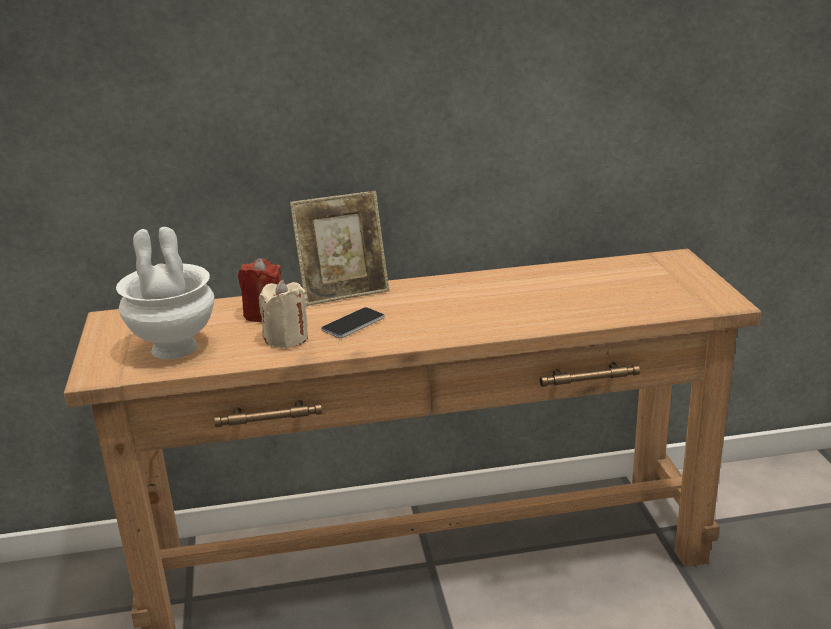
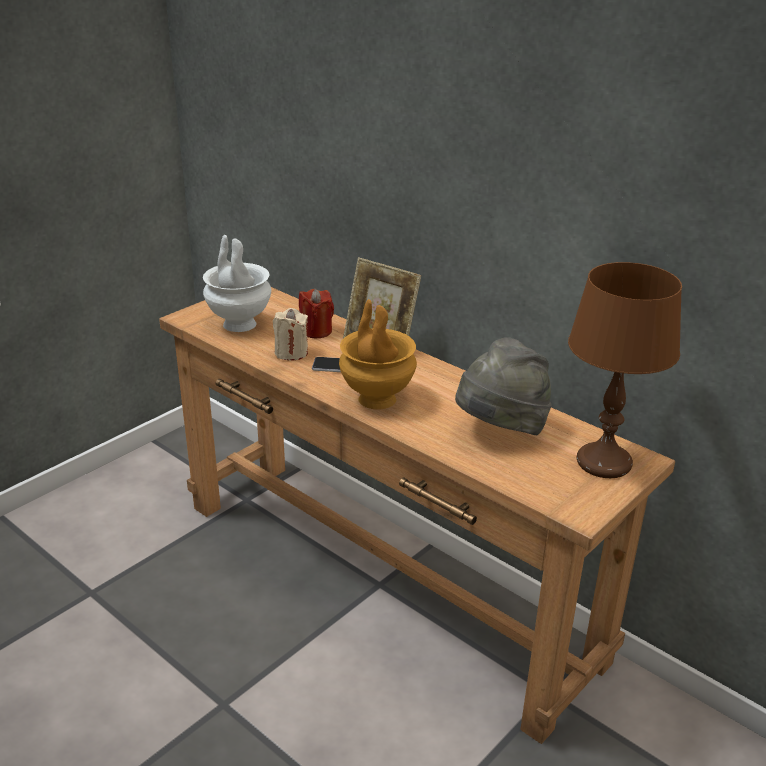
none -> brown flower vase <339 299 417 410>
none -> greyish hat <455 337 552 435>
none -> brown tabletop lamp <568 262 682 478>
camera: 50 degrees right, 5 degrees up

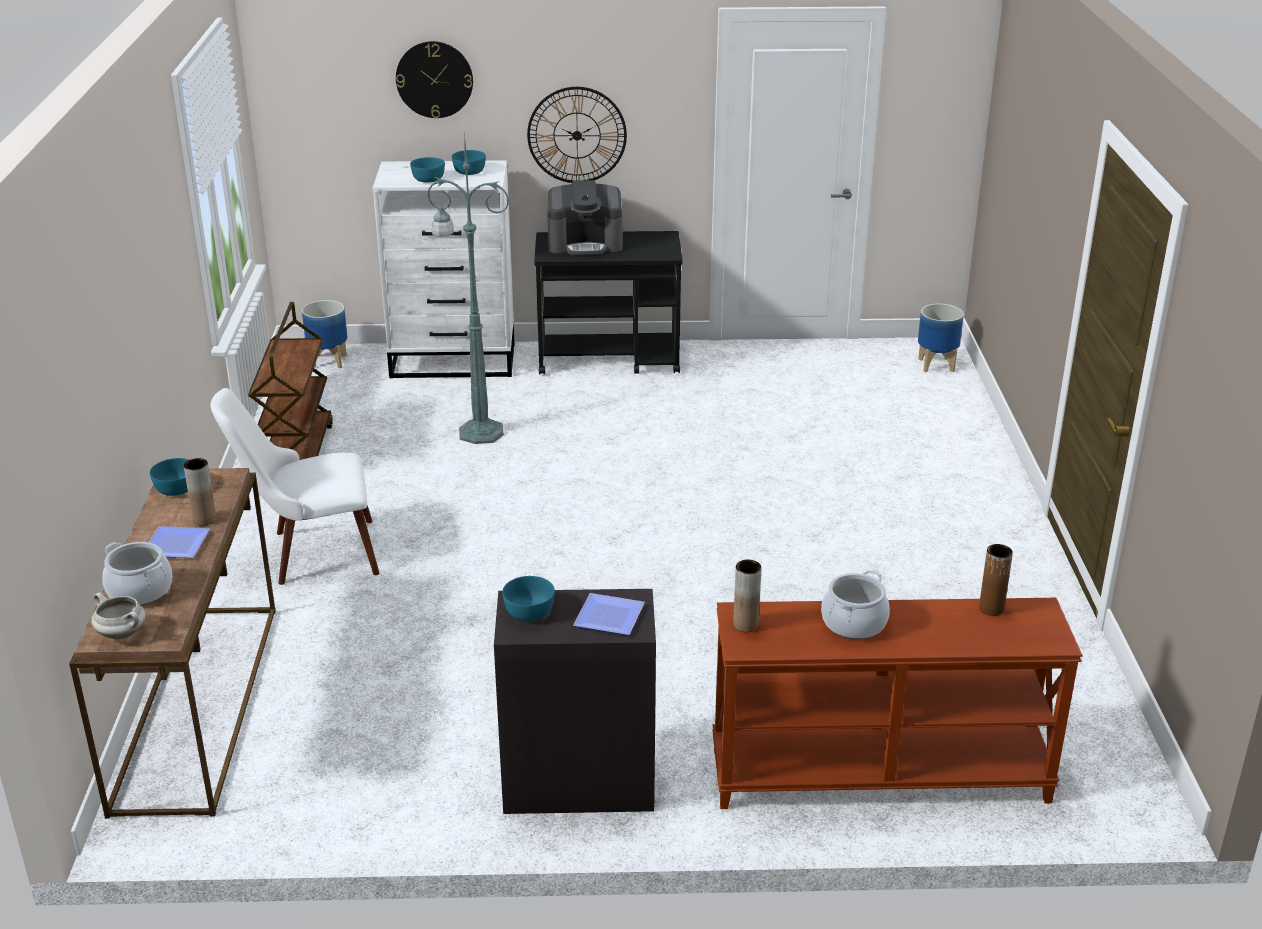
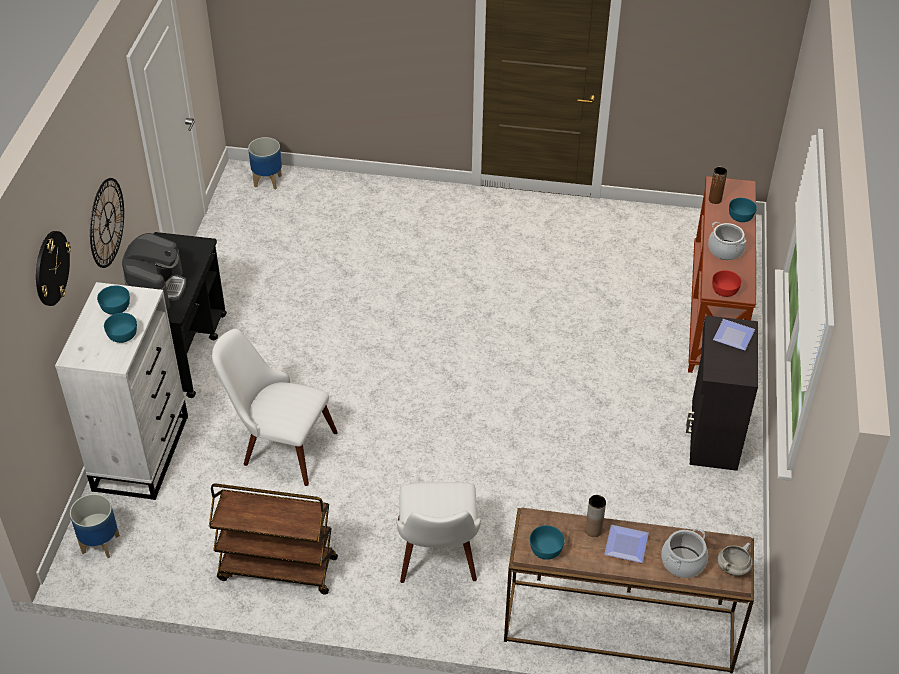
green-coloured floor lamp <427 133 509 444> -> white-coloured upright chair <212 329 338 486>
turquoise-coloured bowl <502 576 555 621> -> turquoise-coloured bowl <729 198 757 222>, relocated
brown flower vase <733 560 762 632> -> red-coloured bowl <712 270 742 297>
camera: 80 degrees left, 15 degrees up

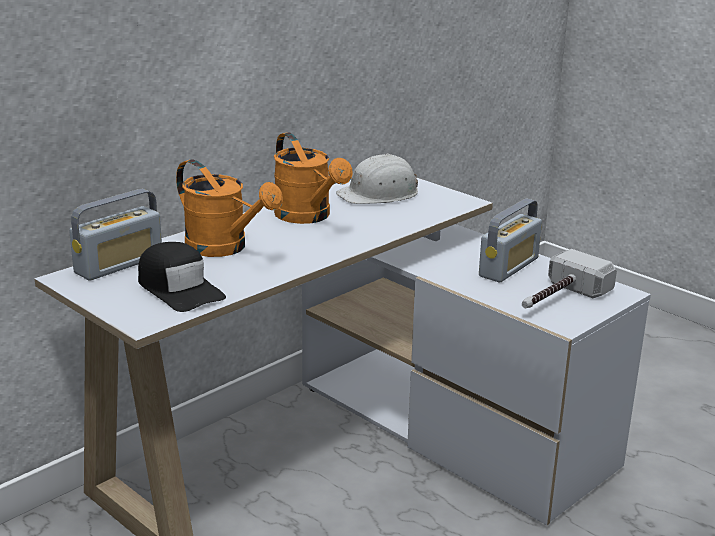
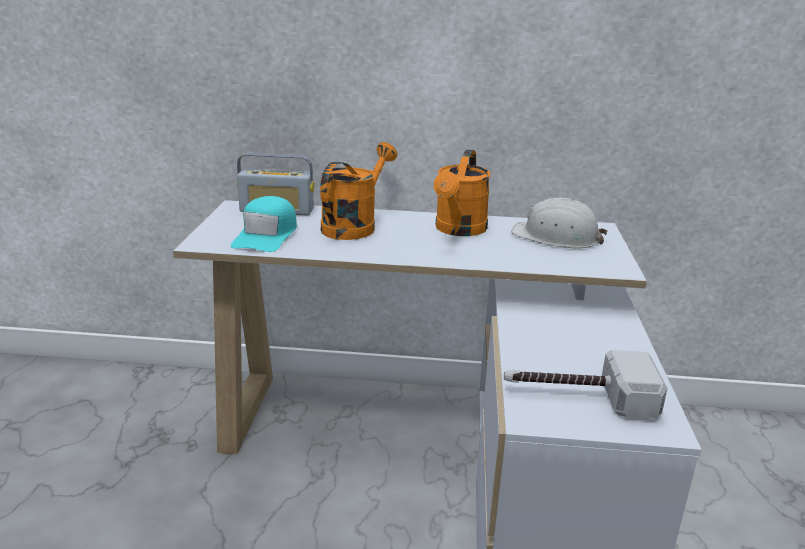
black-coloured cap <138 242 226 312> -> turquoise-coloured cap <231 196 297 252>
orange-coloured sprinkling can <176 160 283 257> -> orange-coloured sprinkling can <320 142 397 240>, 150 degrees counterclockwise
radio receiver <479 198 542 282> -> none
camera: 50 degrees right, 0 degrees up

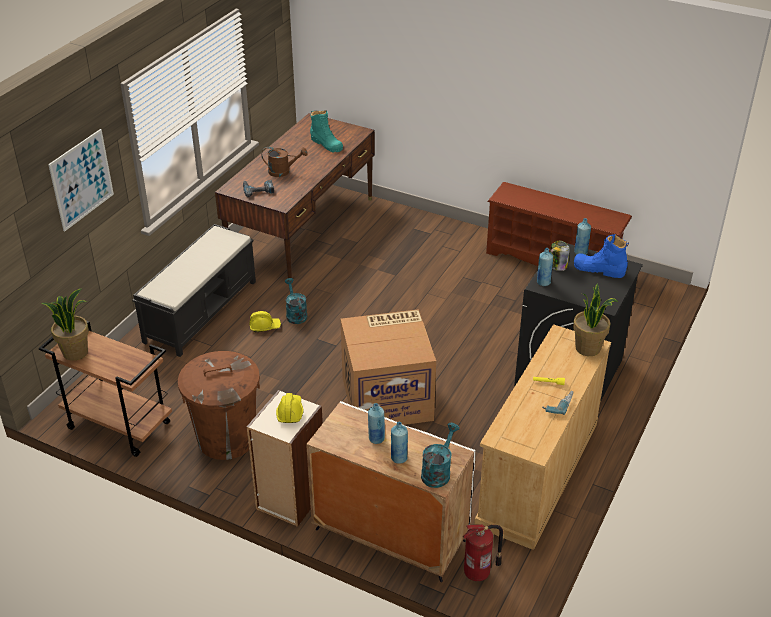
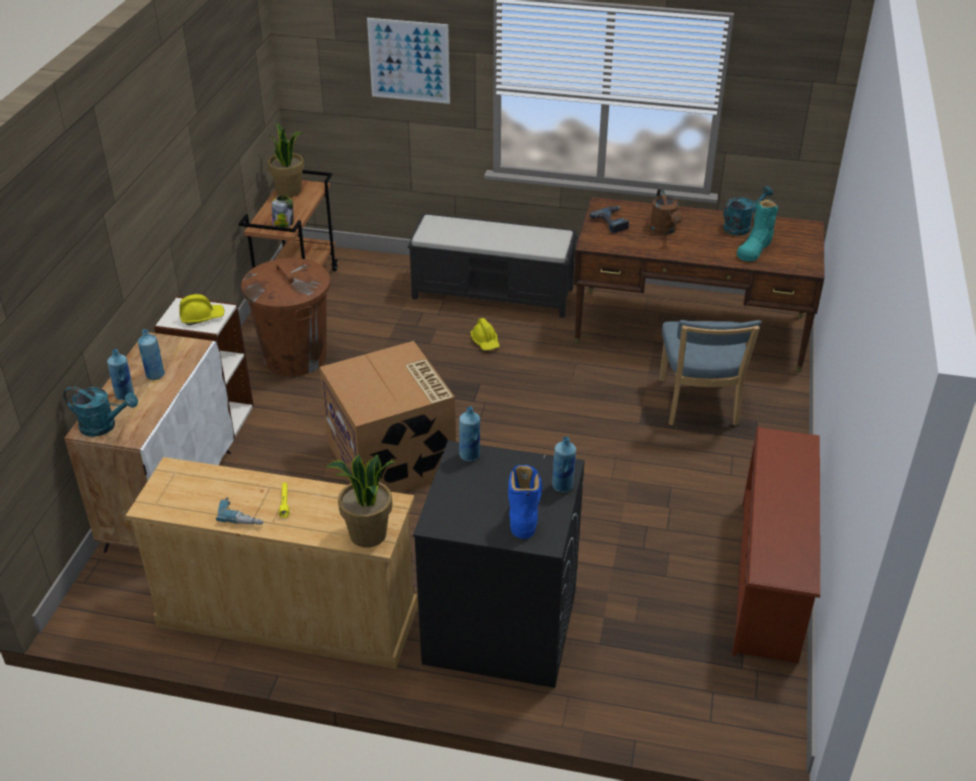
turquoise-coloured sprinkling can <285 278 307 324> -> turquoise-coloured sprinkling can <723 186 773 235>, relocated
extinguisher <463 525 503 581> -> none
jar <550 241 570 271> -> jar <272 195 294 228>, relocated
none -> blue-coloured upright chair <660 320 761 426>
camera: 75 degrees right, 0 degrees up

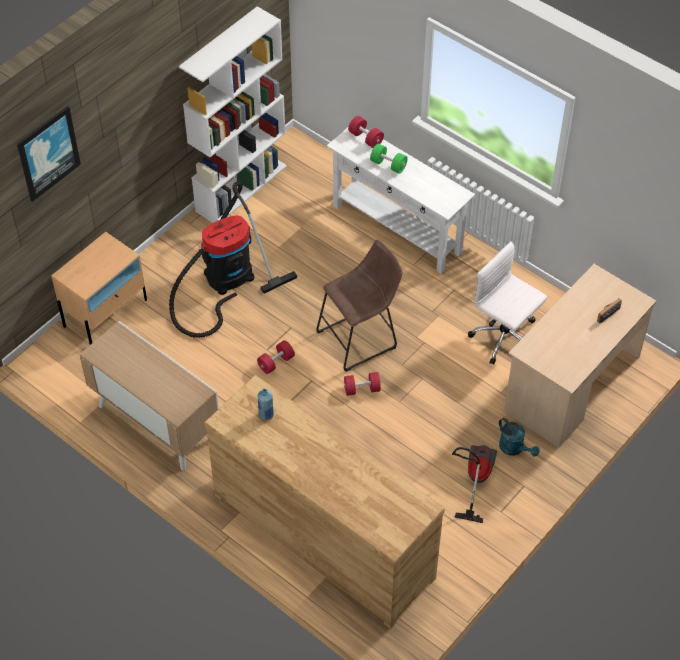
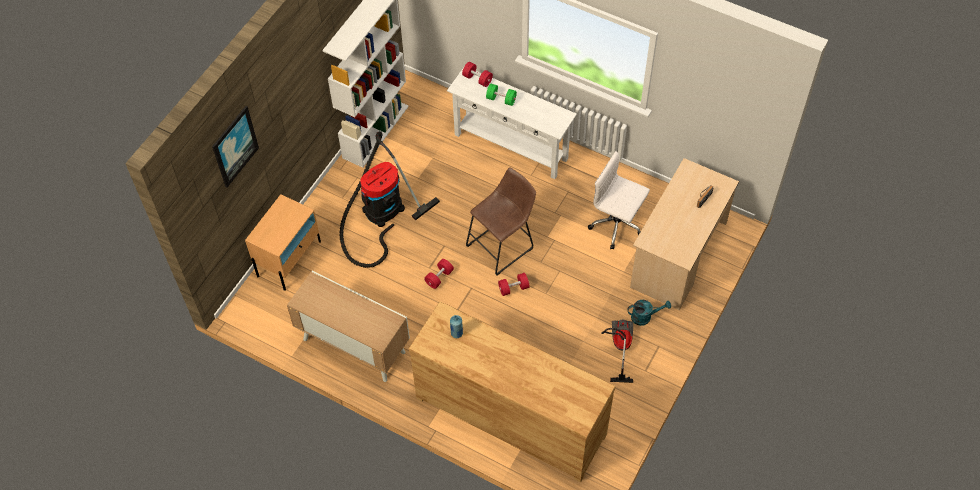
turquoise-coloured sprinkling can <499 418 539 457> -> turquoise-coloured sprinkling can <627 300 671 326>, 45 degrees counterclockwise
camera: 10 degrees left, 5 degrees up

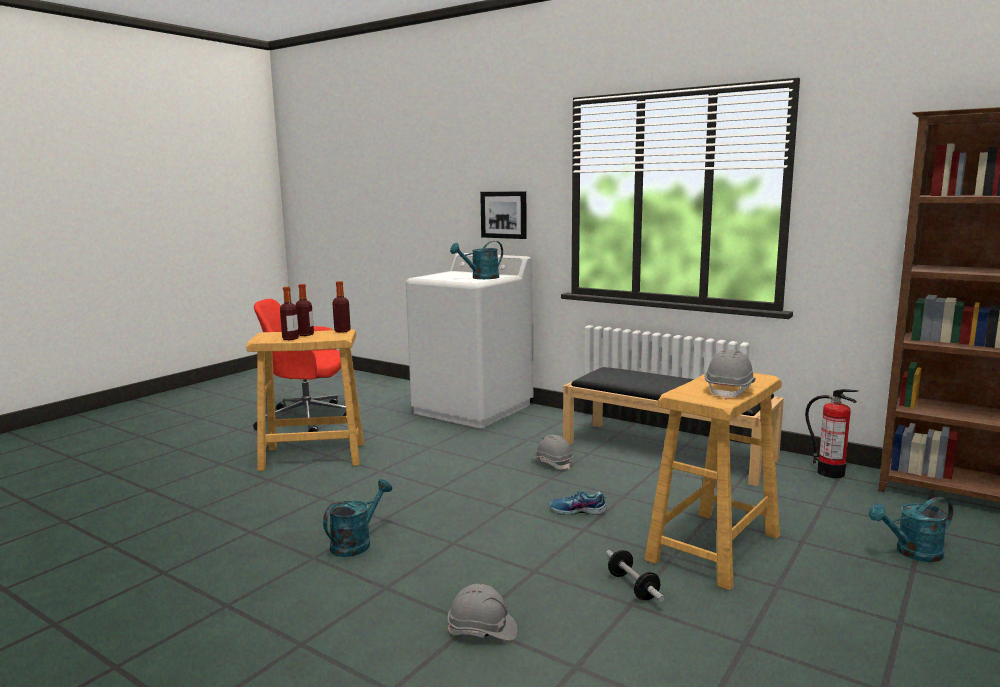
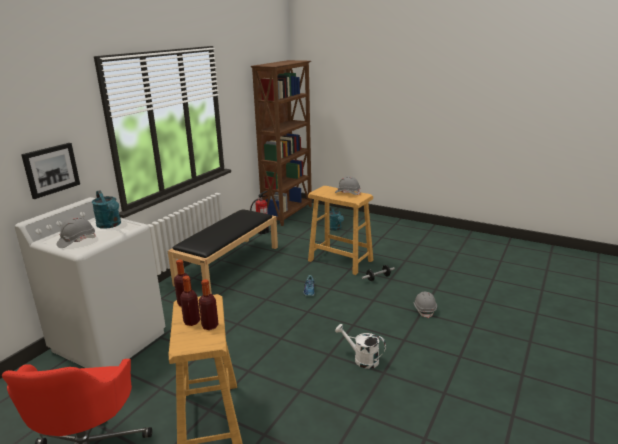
turquoise-coloured sprinkling can <323 479 392 557> -> white-coloured sprinkling can <335 324 386 369>
greyish safety helmet <533 435 573 470> -> greyish safety helmet <57 217 96 248>, relocated
camera: 95 degrees left, 10 degrees up

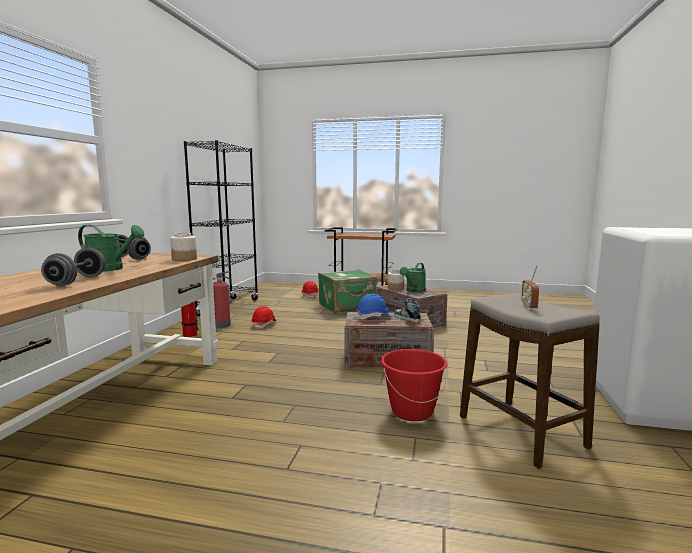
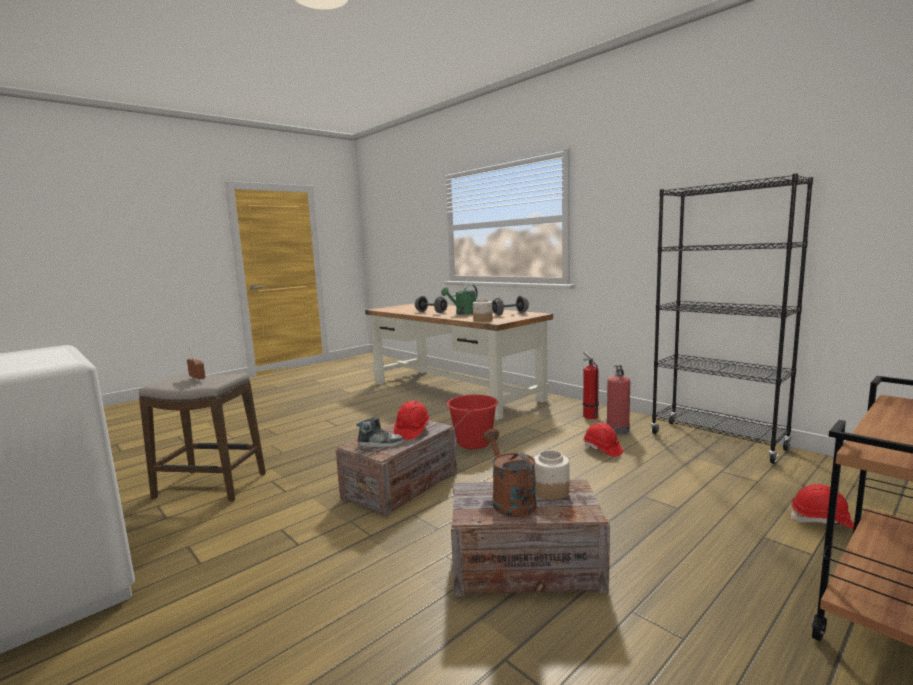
green-coloured piece of luggage <318 269 377 313> -> none
blue-coloured safety helmet <357 293 392 320> -> red-coloured safety helmet <394 401 430 439>
red-coloured pail <381 349 447 421> -> red-coloured pail <447 395 498 449>, relocated
green-coloured sprinkling can <400 263 426 292> -> brown sprinkling can <482 429 536 517>
camera: 125 degrees right, 0 degrees up

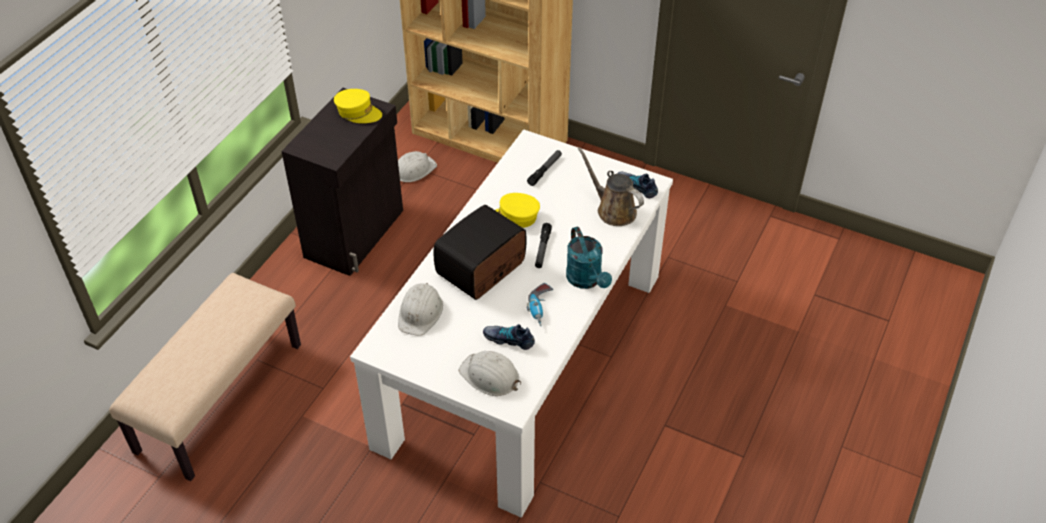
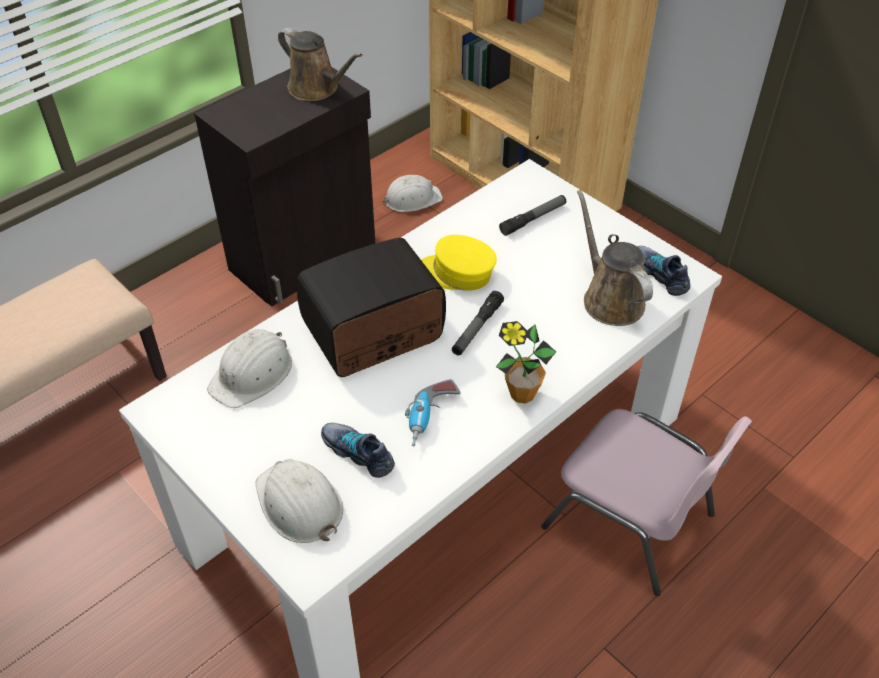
yellowish cap <334 89 382 123> -> brown sprinkling can <278 28 362 101>
turquoise-coloured sprinkling can <566 227 612 289> -> plant in a pot <496 321 556 404>
none -> pinkish upright chair <541 409 752 596>
camera: 20 degrees right, 0 degrees up

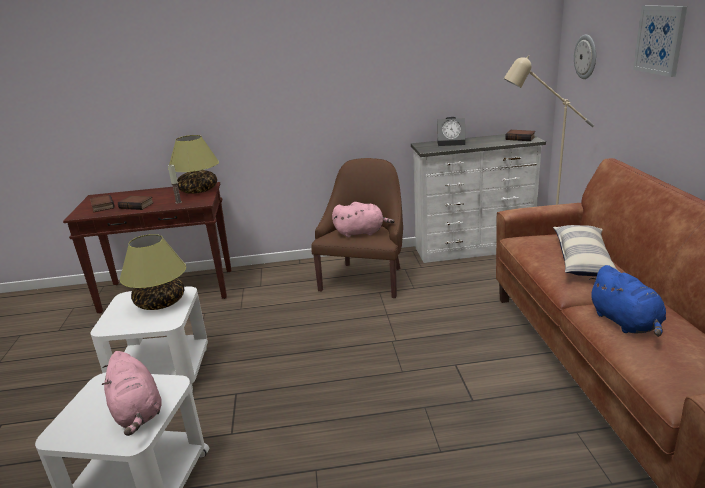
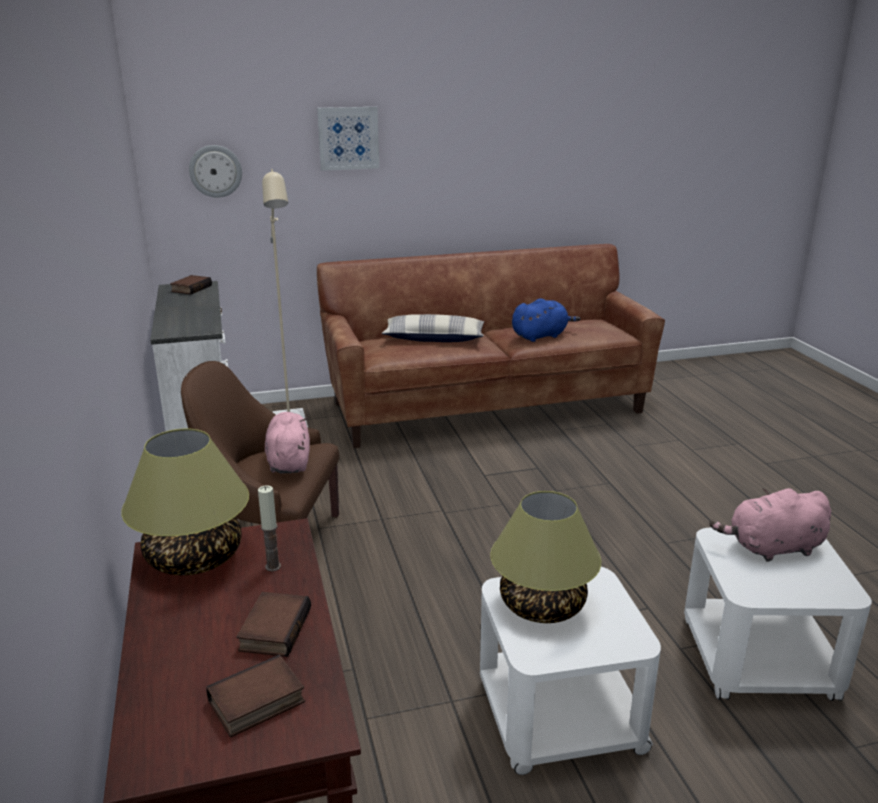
pinkish cuddly toy <102 351 162 436> -> pinkish cuddly toy <709 488 831 562>, 150 degrees counterclockwise
bedside clock <437 117 465 146> -> none
camera: 100 degrees left, 0 degrees up

